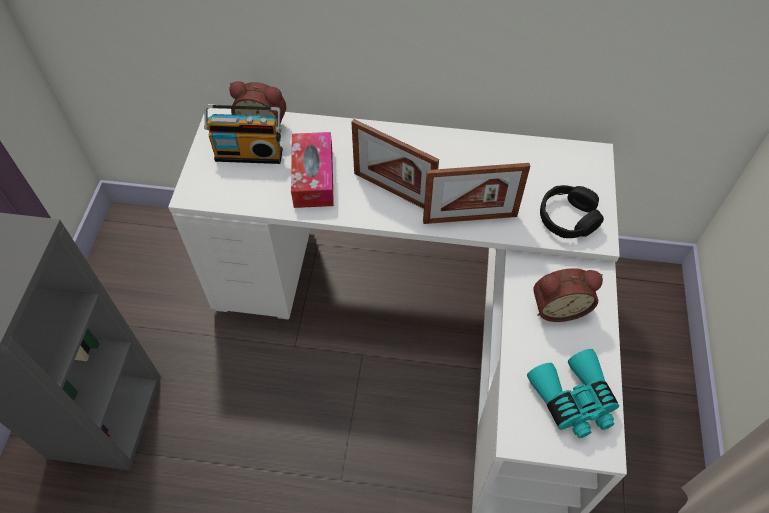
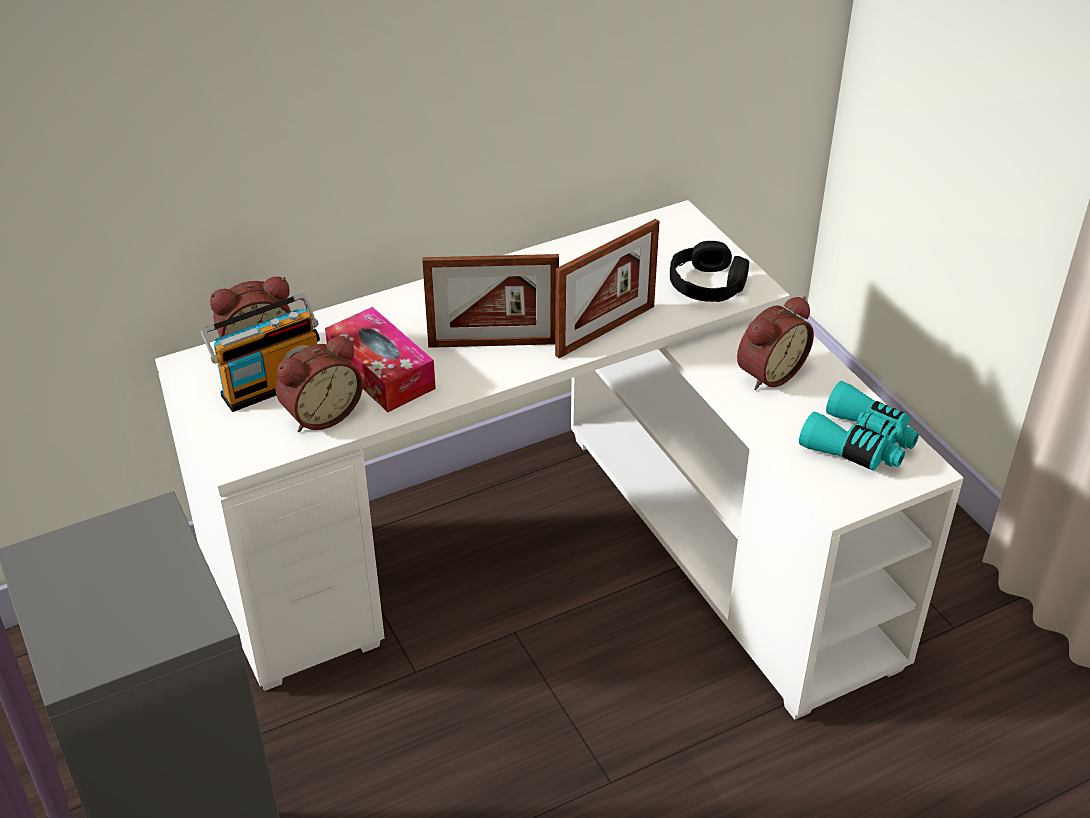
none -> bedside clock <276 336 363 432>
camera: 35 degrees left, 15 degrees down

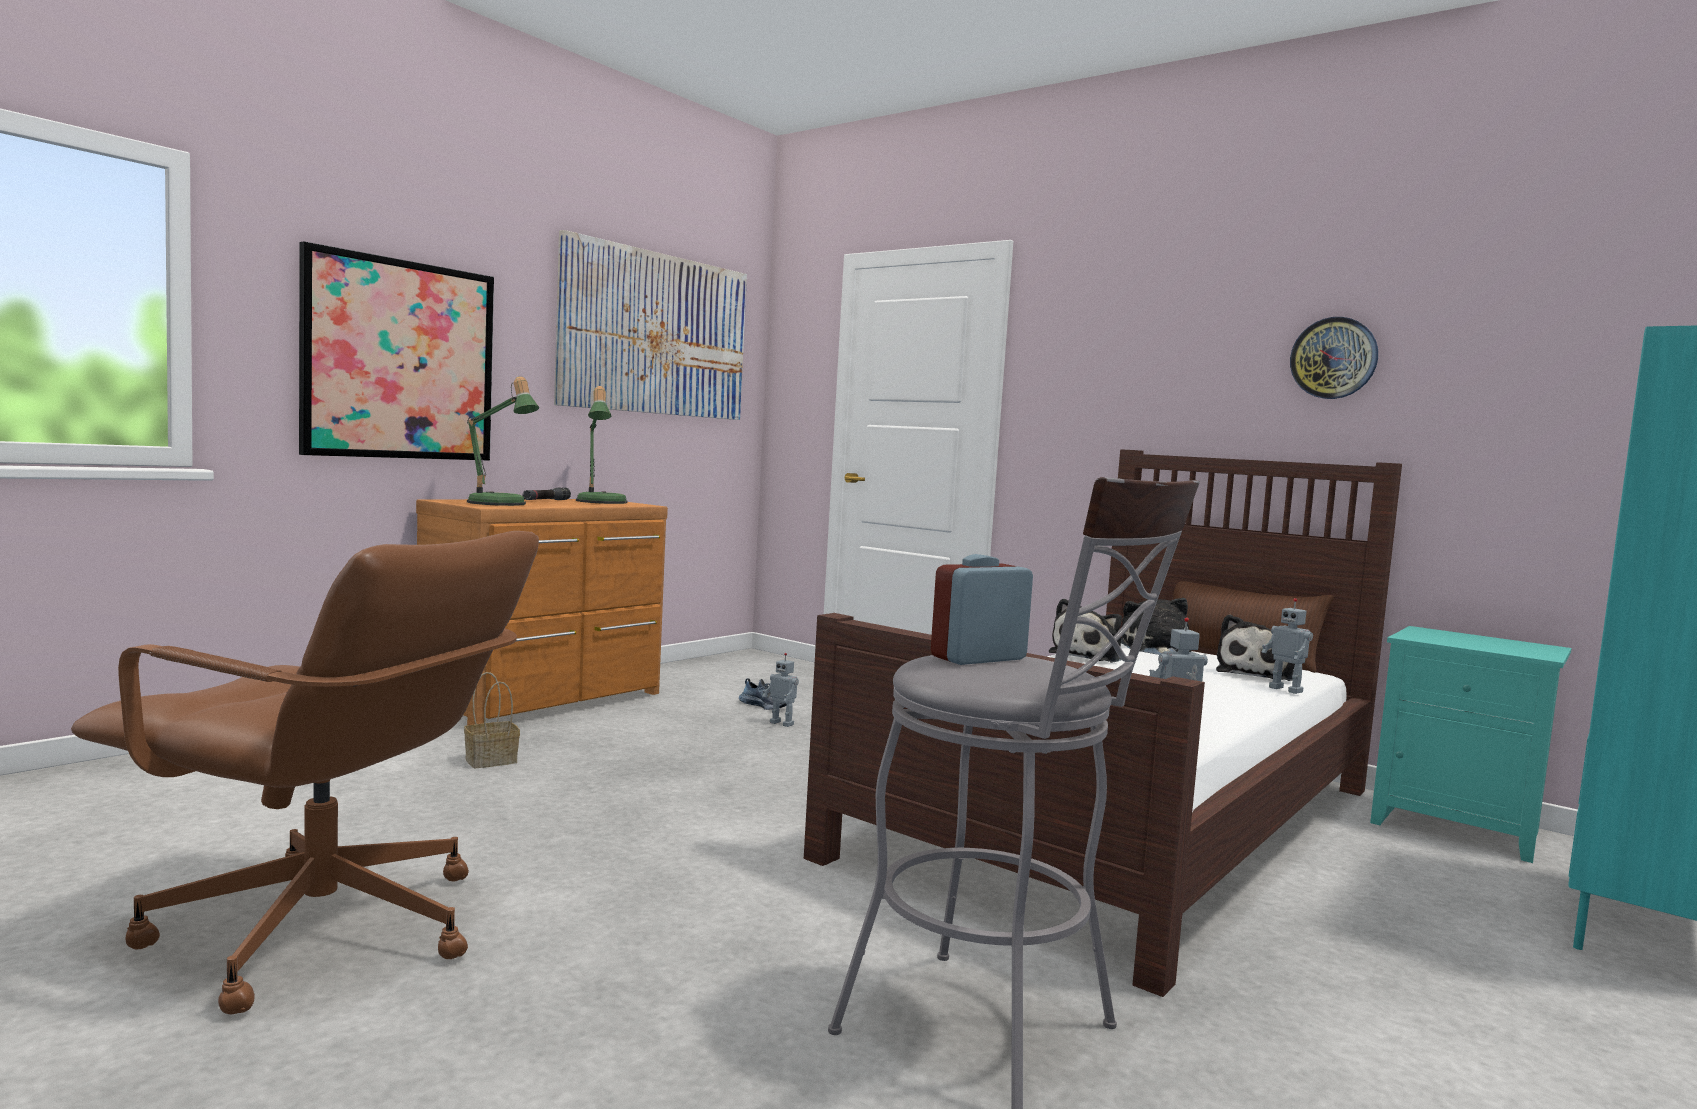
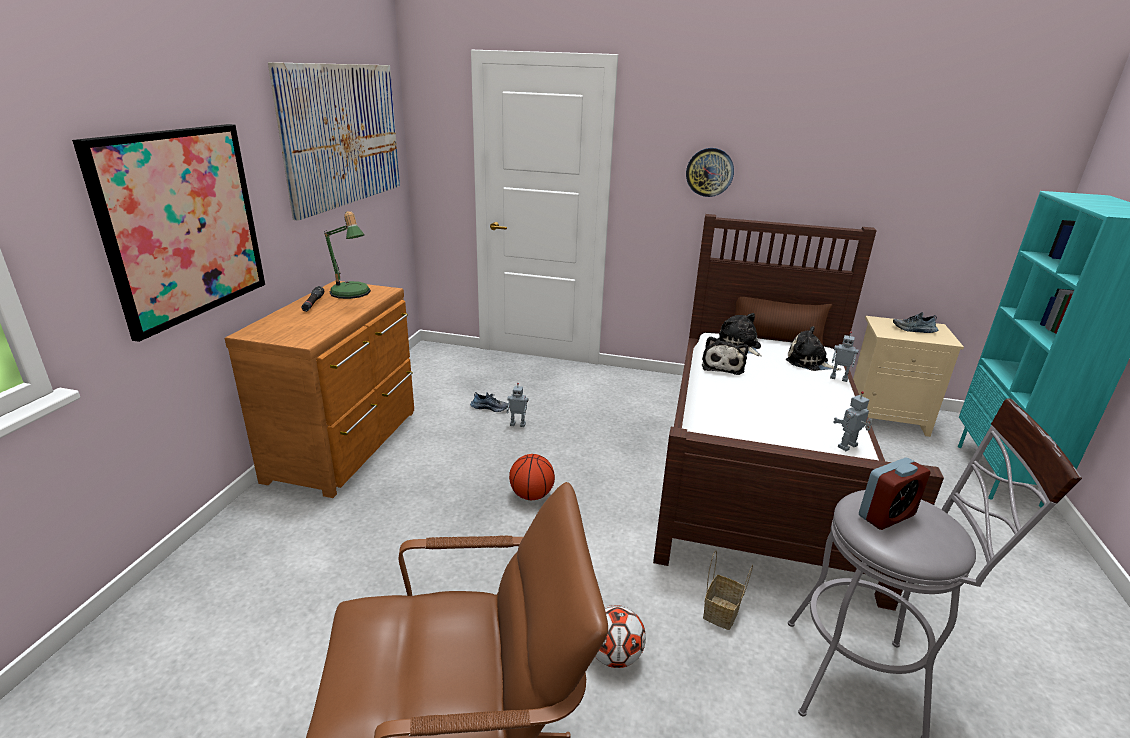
basket <464 672 520 768> -> basket <703 550 753 630>, relocated
tabletop lamp <467 376 539 506> -> none
bedside clock <931 554 1033 665> -> bedside clock <859 458 930 530>, 150 degrees counterclockwise
cuddly toy <1216 614 1295 681> -> cuddly toy <786 326 841 371>, 120 degrees clockwise
wall clock <1290 317 1378 399> -> wall clock <686 148 734 197>, relocated
turquoise-coloured night table <1370 626 1572 863> -> beige night table <853 316 964 437>
none -> ball for basketball <509 454 555 500>
none -> football ball <595 605 646 668>
none -> low shoe <893 312 938 333>
camera: 25 degrees left, 20 degrees up

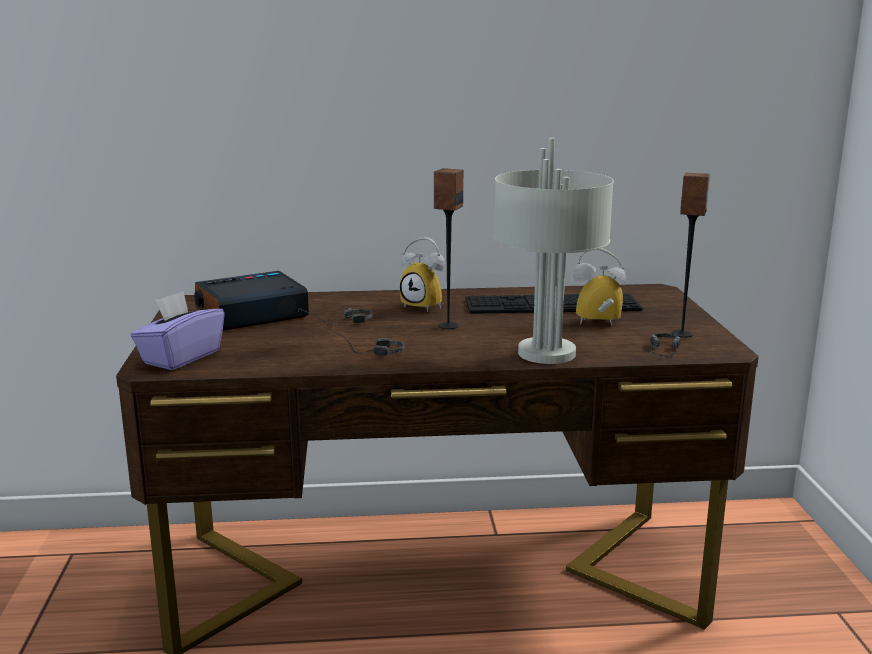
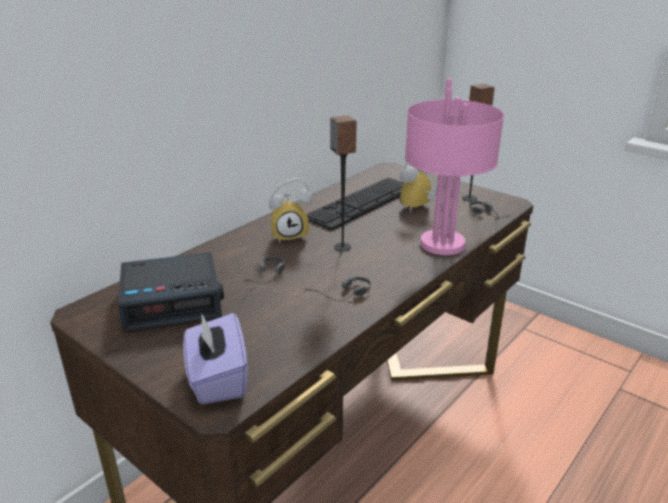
bedside clock <194 271 309 330> -> bedside clock <118 252 224 333>, 120 degrees counterclockwise
greyish tabletop lamp <494 138 614 364> -> pinkish tabletop lamp <405 78 504 255>
camera: 45 degrees left, 10 degrees up

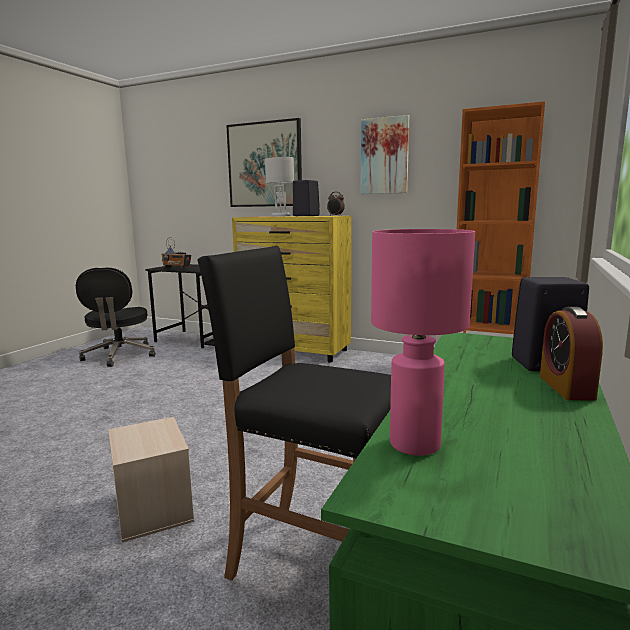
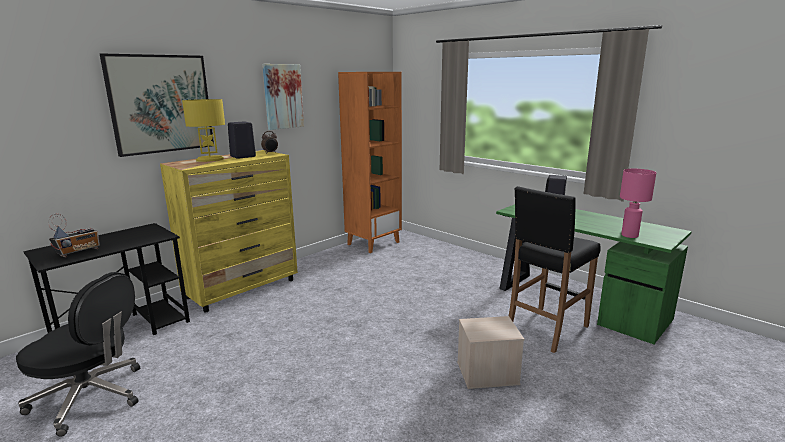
white-coloured tabletop lamp <265 157 294 216> -> yellowish tabletop lamp <182 99 225 162>
bedside clock <540 307 603 401> -> none
camera: 70 degrees left, 5 degrees up

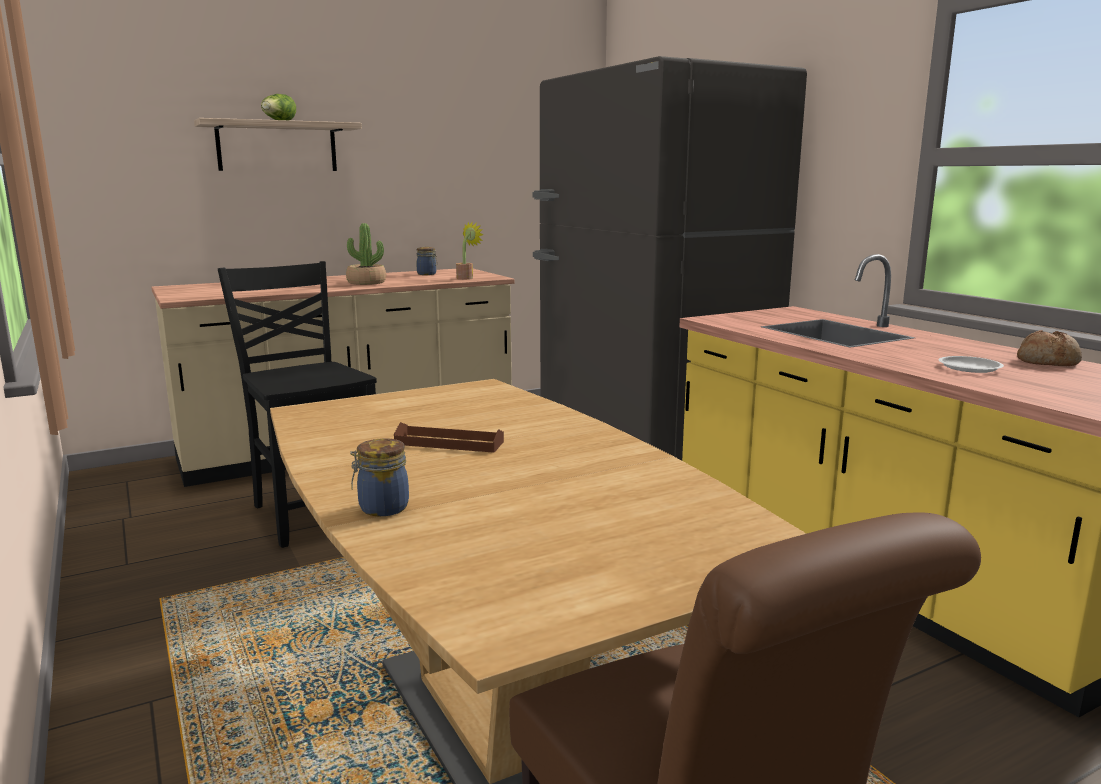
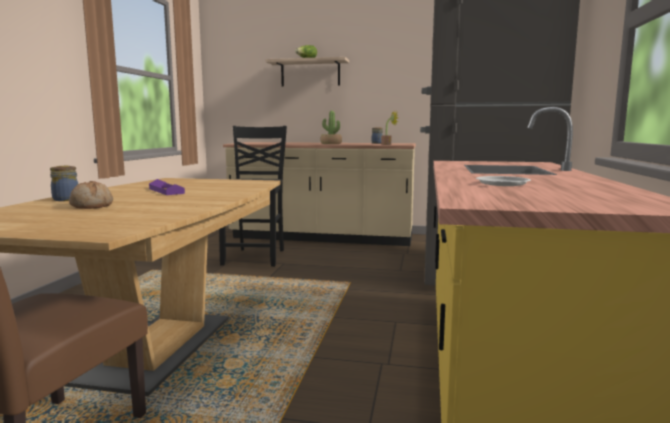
brown tray <394 422 504 453> -> purple tray <149 179 185 195>
baked bread <1017 330 1082 366> -> baked bread <69 181 113 209>, relocated
camera: 40 degrees right, 5 degrees down

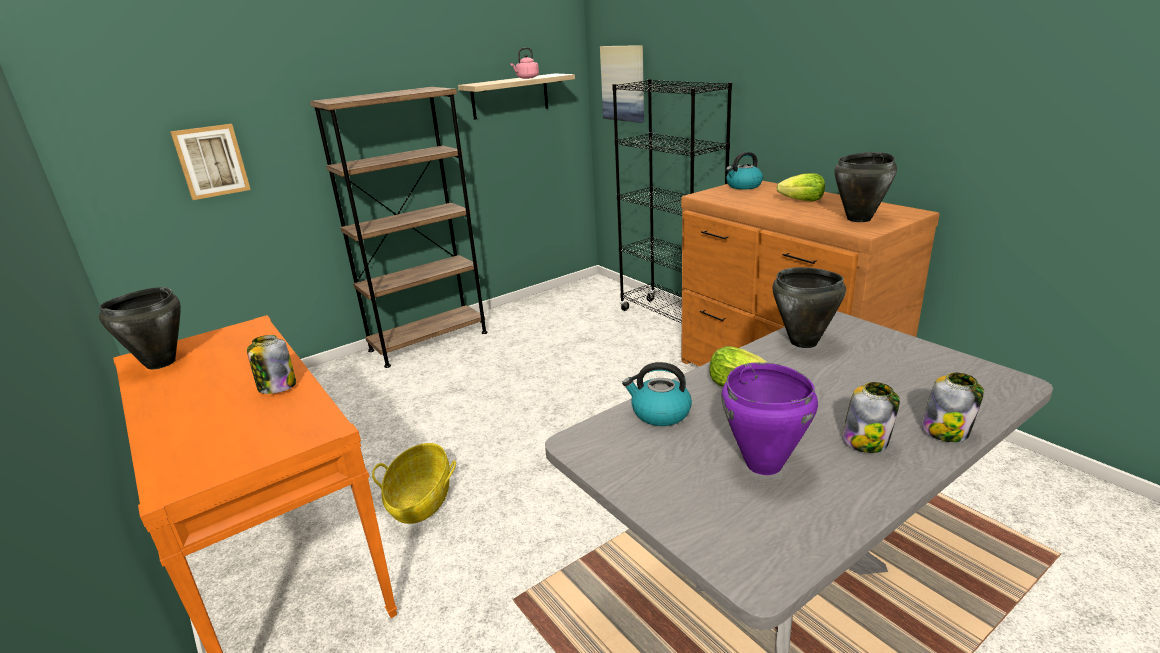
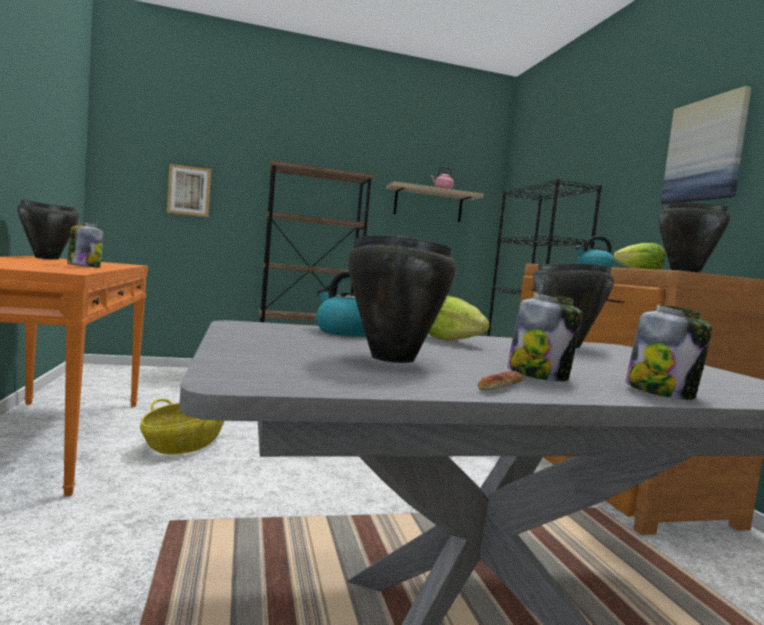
wall art <600 45 644 123> -> wall art <661 86 752 204>, relocated
purple cooking pot <722 362 818 475> -> black-coloured cooking pot <348 235 457 363>
none -> baked bread <478 371 523 390>
camera: 20 degrees right, 20 degrees down

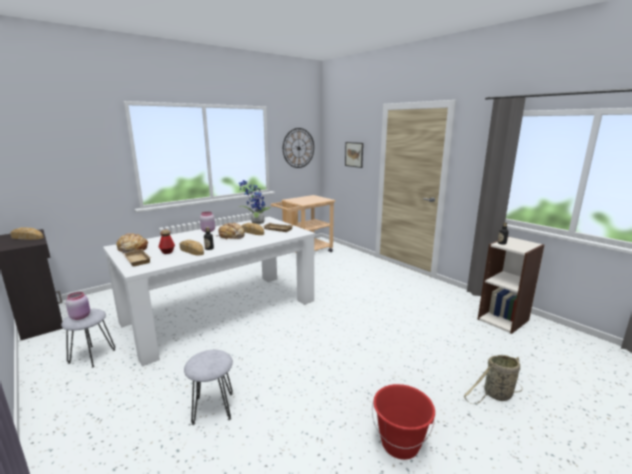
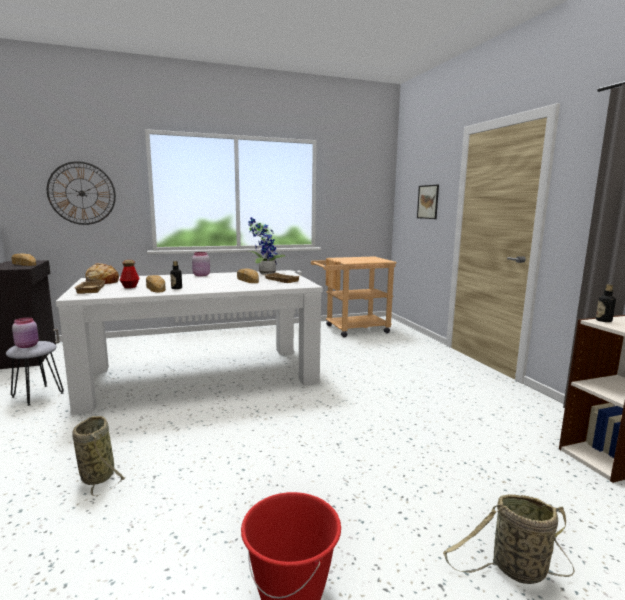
greyish sitting stool <184 350 233 425> -> basket <72 416 126 496>
baked bread <215 223 245 240> -> none
wall clock <283 128 314 168> -> wall clock <47 161 116 225>, relocated
camera: 20 degrees right, 5 degrees down

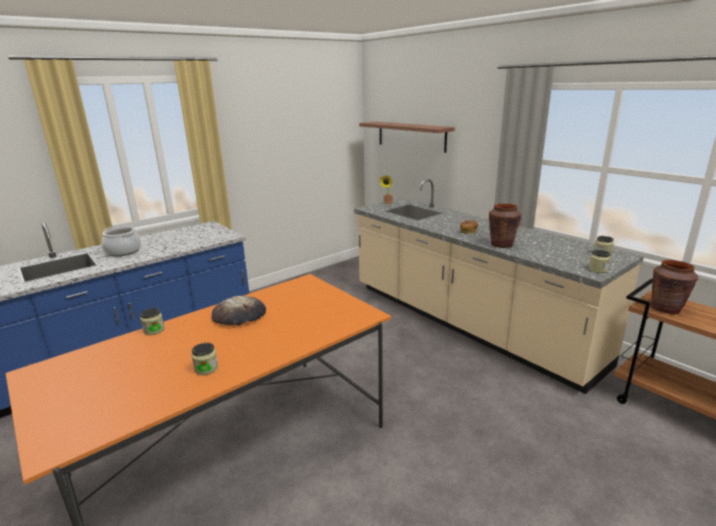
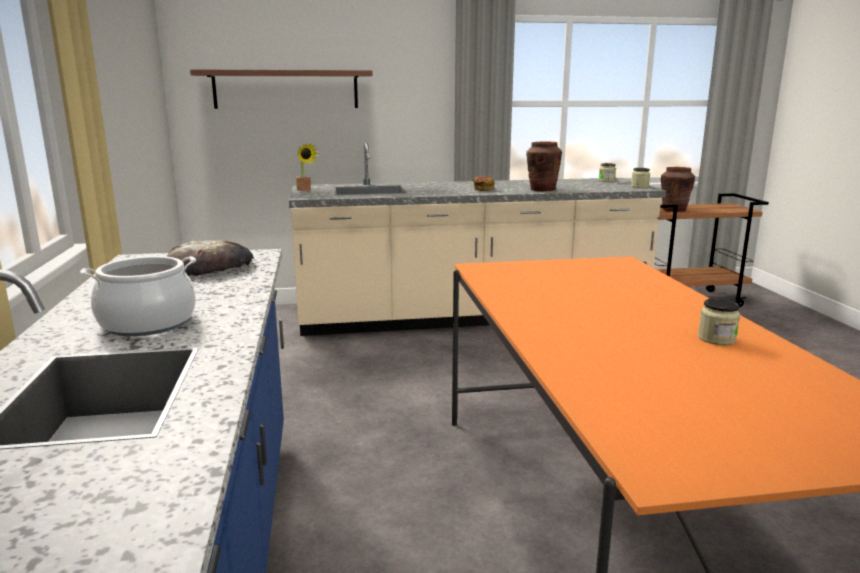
jar <140 308 165 335> -> none
baked bread <212 296 266 326> -> baked bread <167 240 254 276>, relocated
camera: 60 degrees left, 5 degrees down

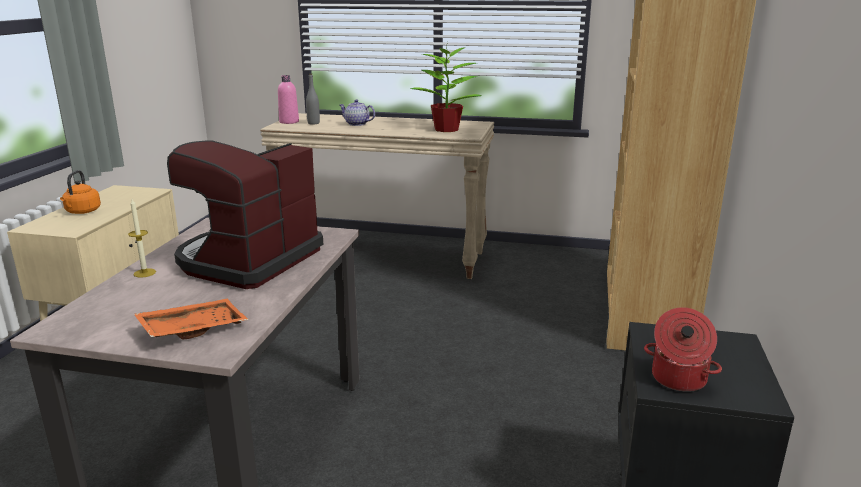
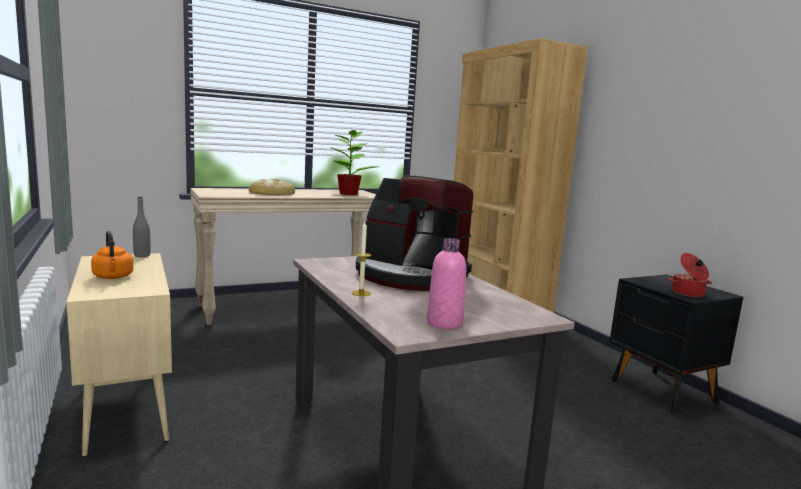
orange-coloured tray <134 299 249 339> -> none
coffee maker <167 140 324 289> -> coffee maker <356 175 473 291>, 45 degrees counterclockwise
pinkish drink bottle <278 75 299 124> -> pinkish drink bottle <427 238 466 329>, relocated
greyish drink bottle <306 73 320 124> -> greyish drink bottle <133 197 151 257>, relocated
pot for tea <339 99 375 126> -> baked bread <249 179 295 195>
camera: 40 degrees left, 10 degrees down

